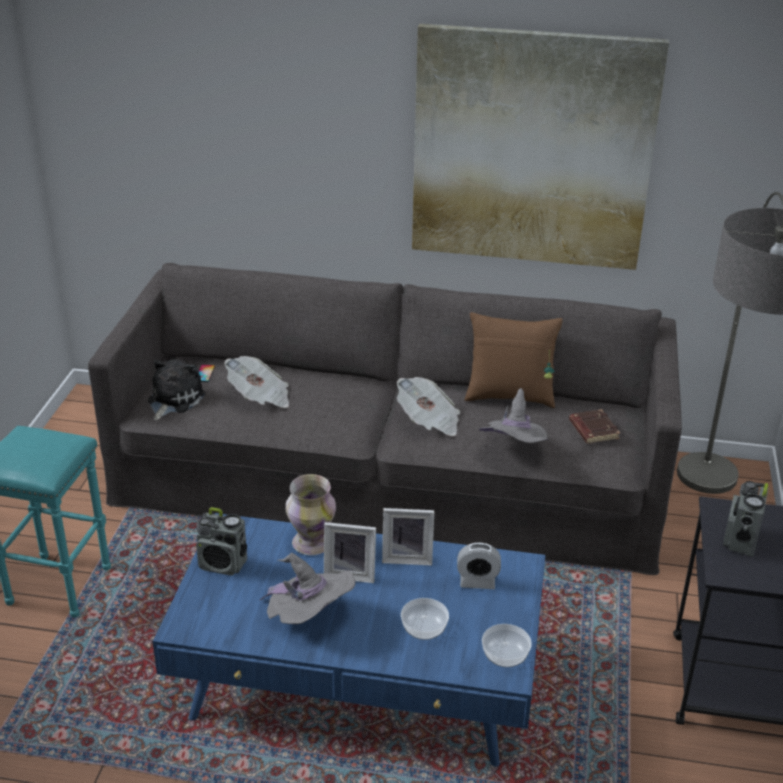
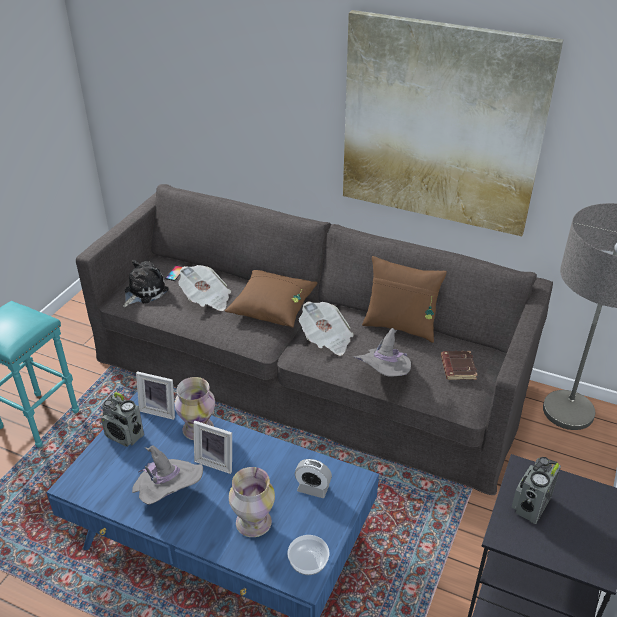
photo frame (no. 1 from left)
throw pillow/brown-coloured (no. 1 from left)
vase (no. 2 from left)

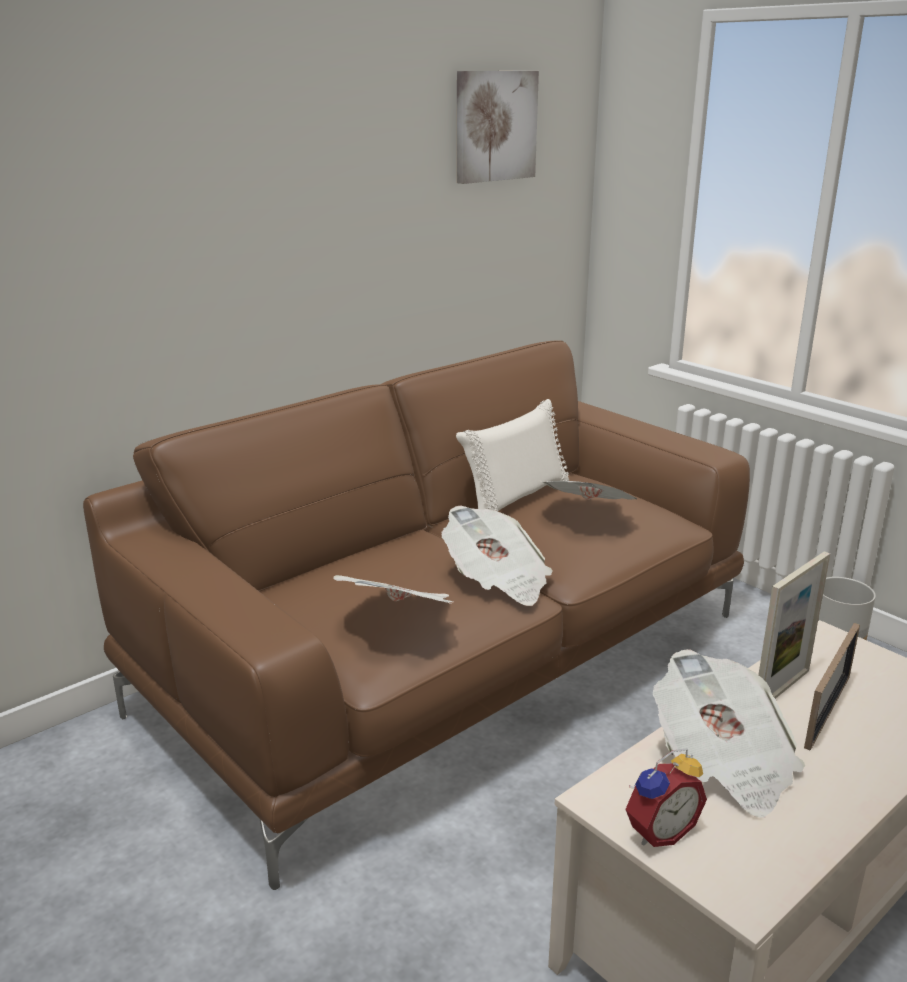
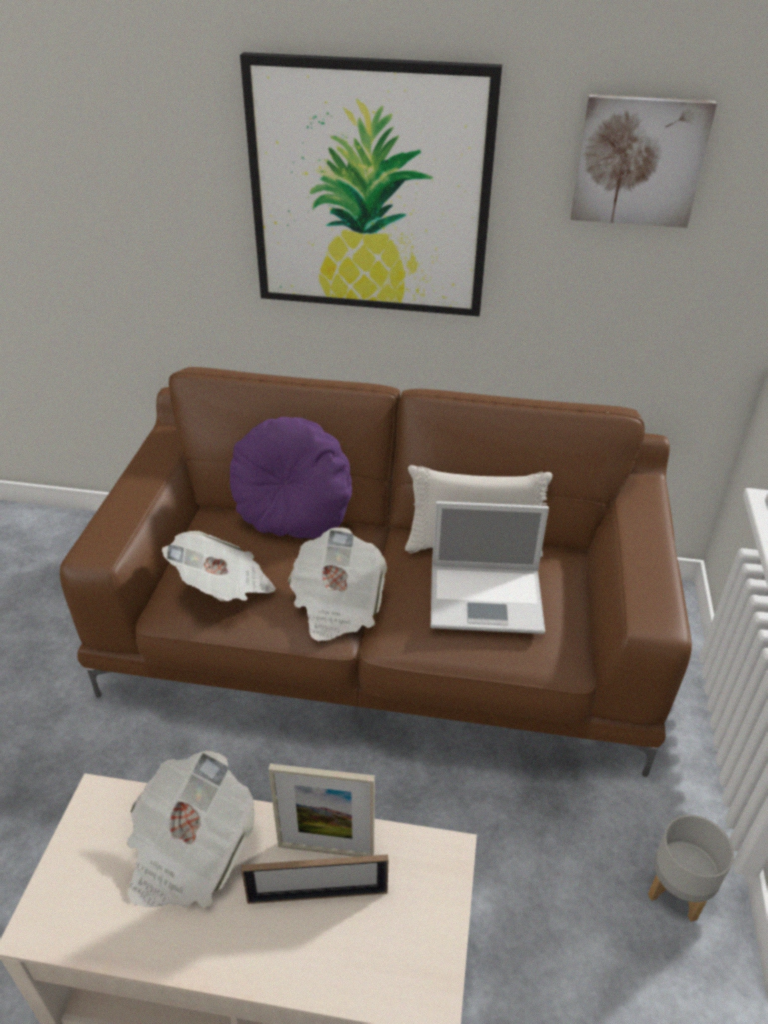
throw pillow/purple
picture (no. 1 from left)
laptop
bedside clock

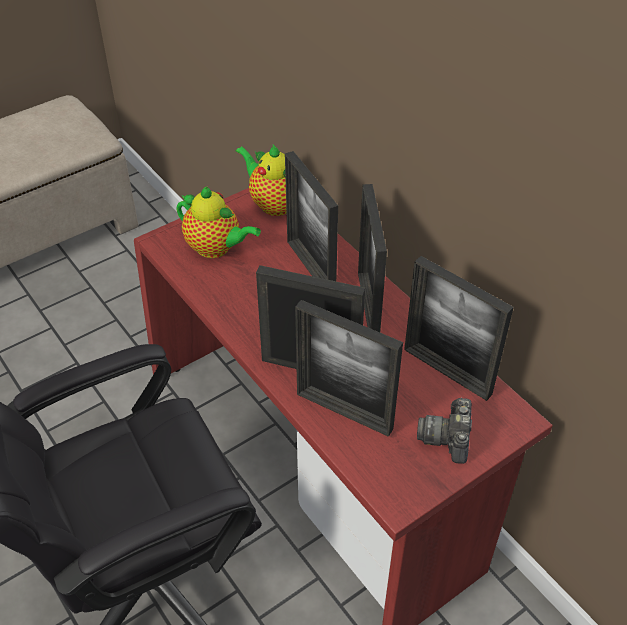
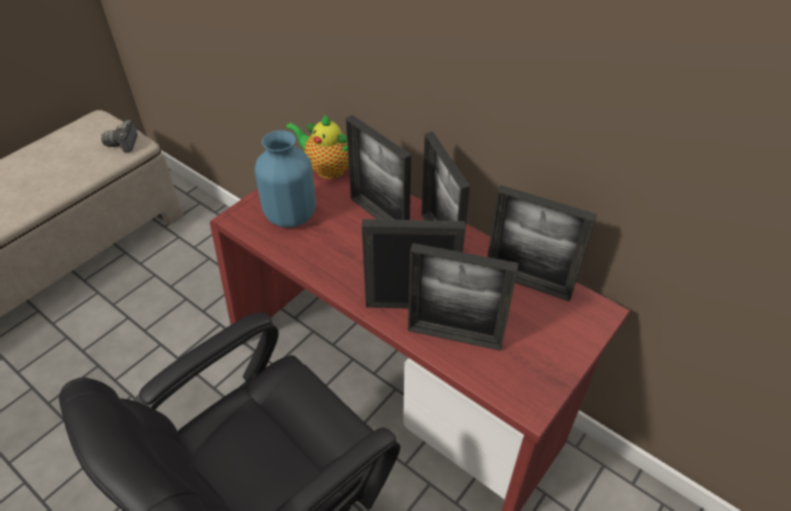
photo camera
vase/bluish

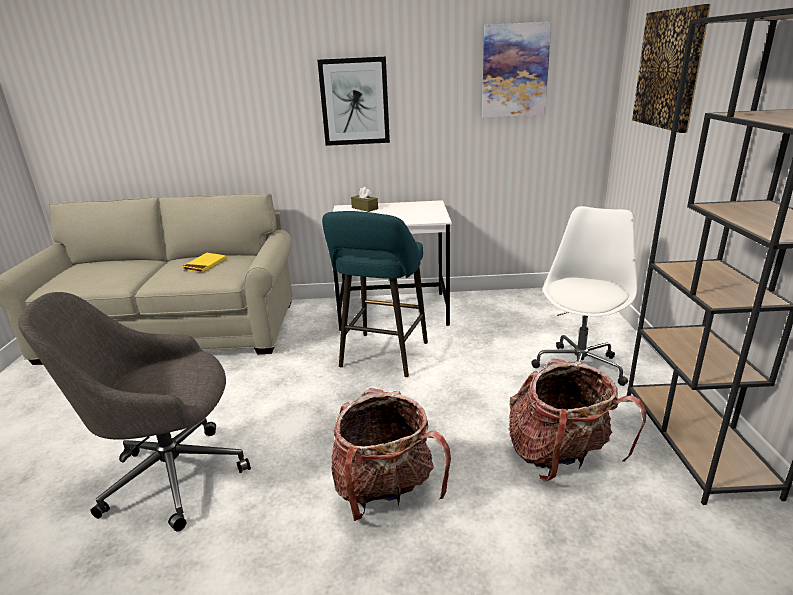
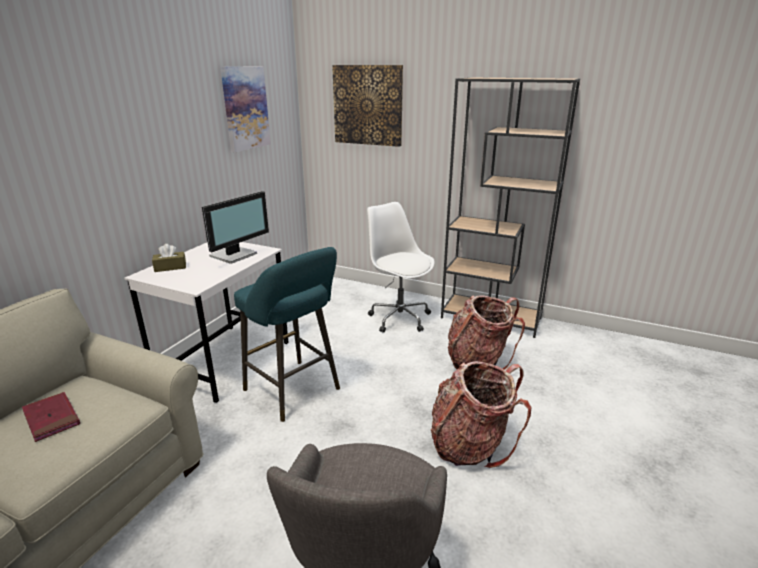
bound book/red
computer display
picture (no. 1 from left in the first image)

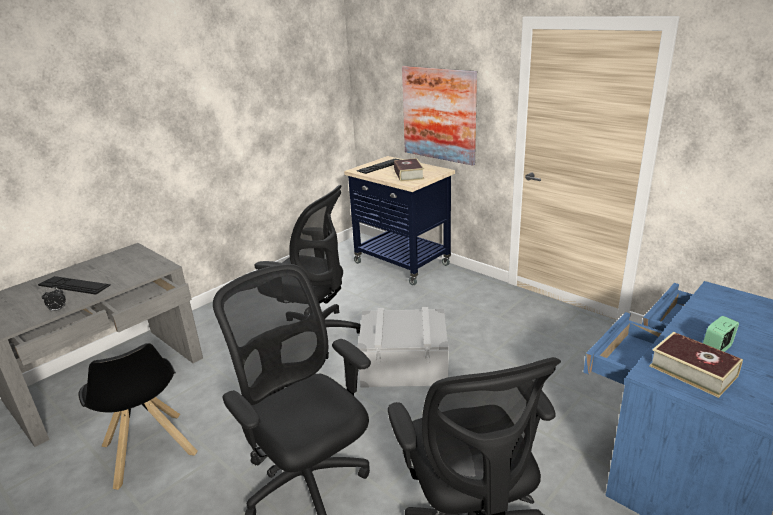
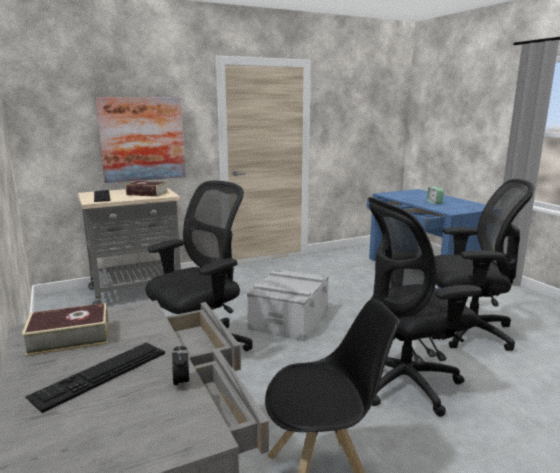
bound book (no. 1 from left)
trolley/gray

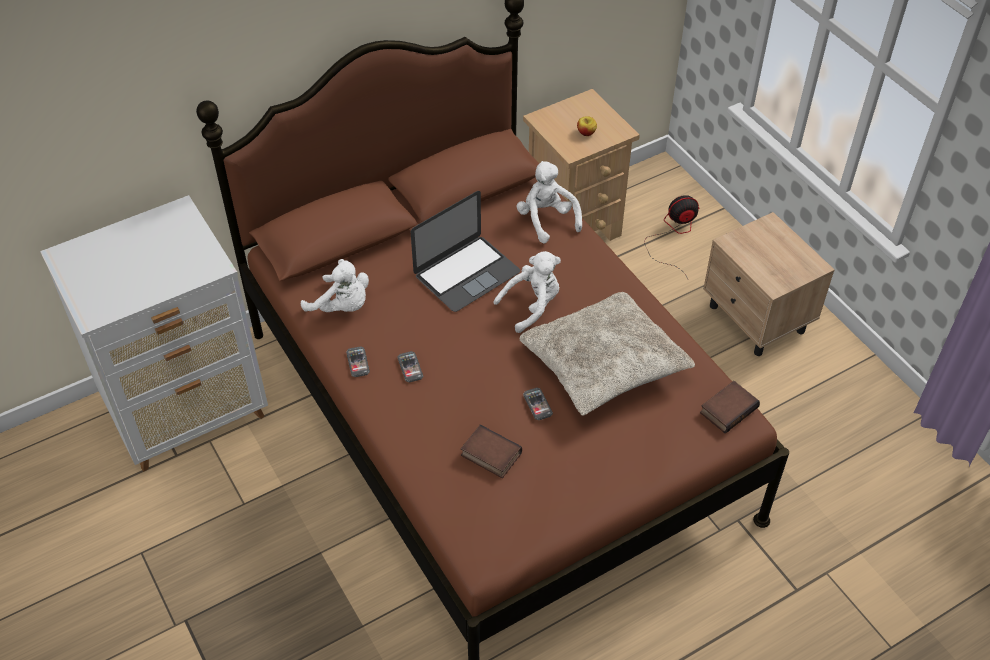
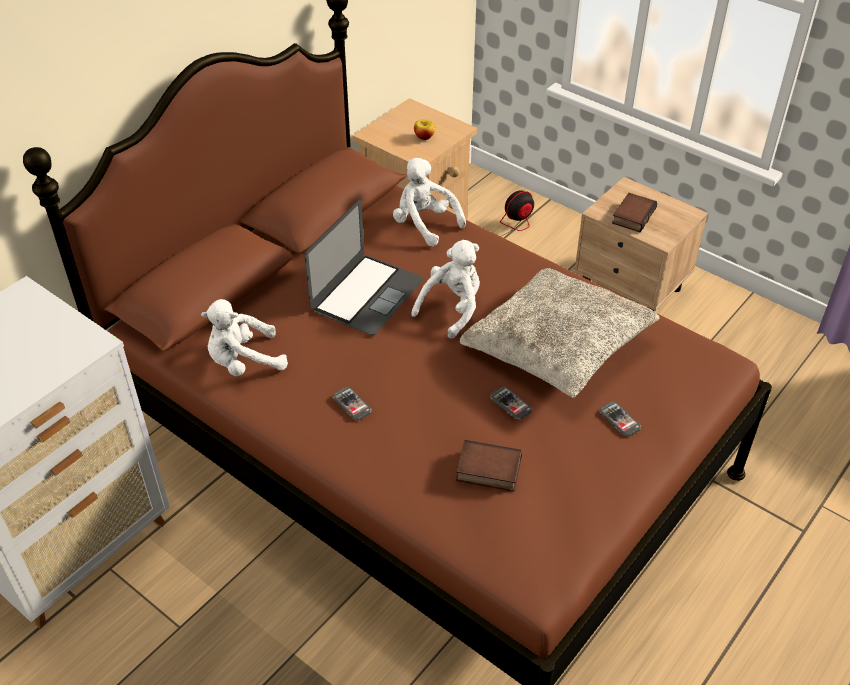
plush toy/white (no. 1 from left)
phone (no. 3 from left)
bound book (no. 2 from left)

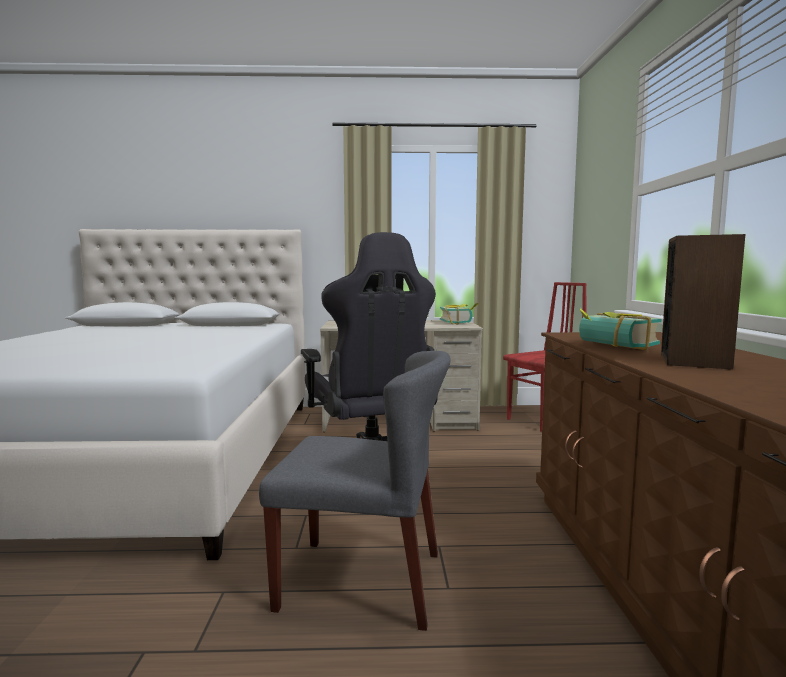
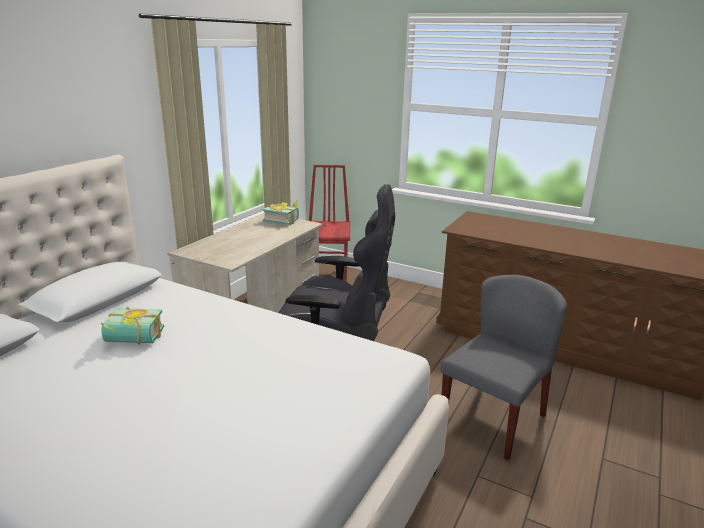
bound book (no. 1 from left)
audio speaker

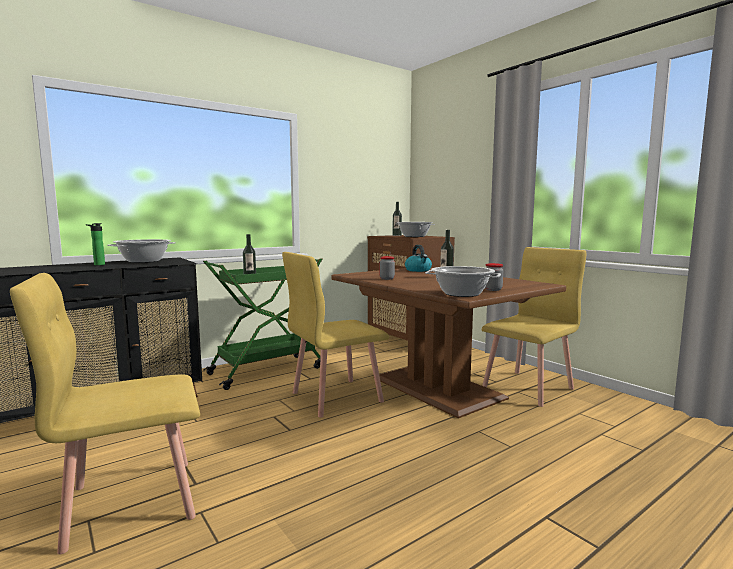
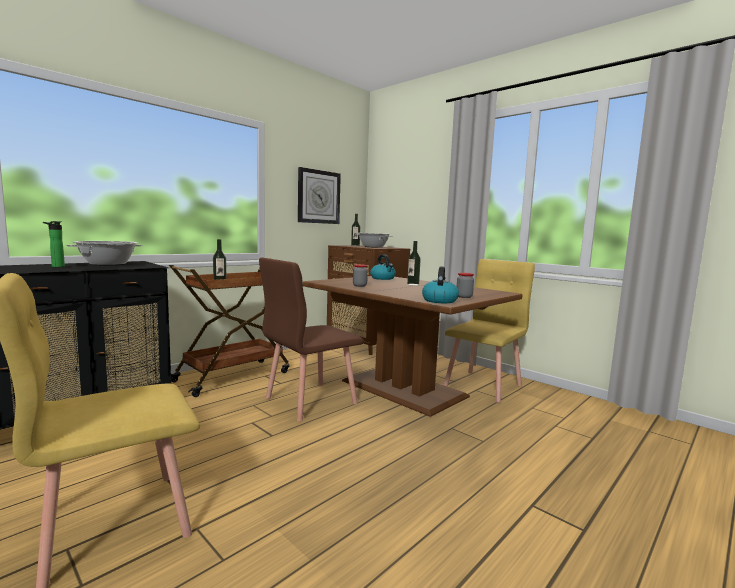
trolley/brown-coloured
chair/brown-coloured
clock on the wall
water kettle (no. 2 from left)

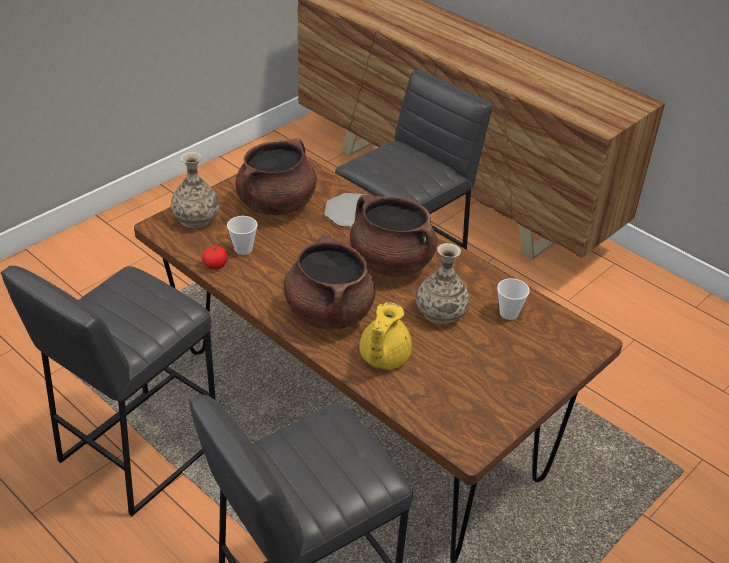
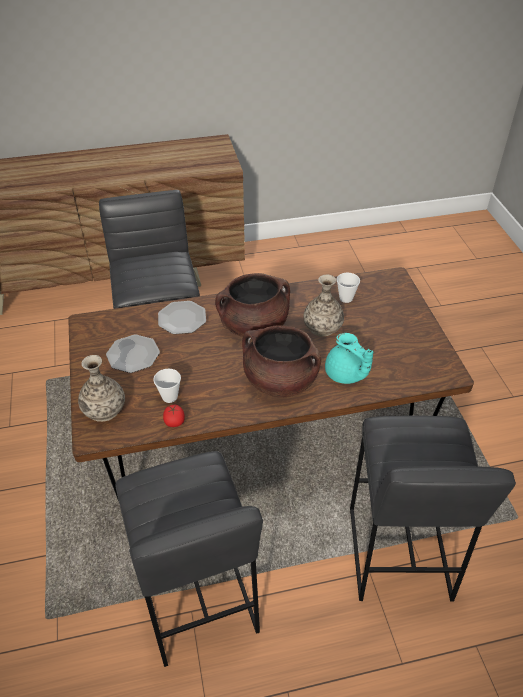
plate (no. 1 from left)
pot for tea/turquoise

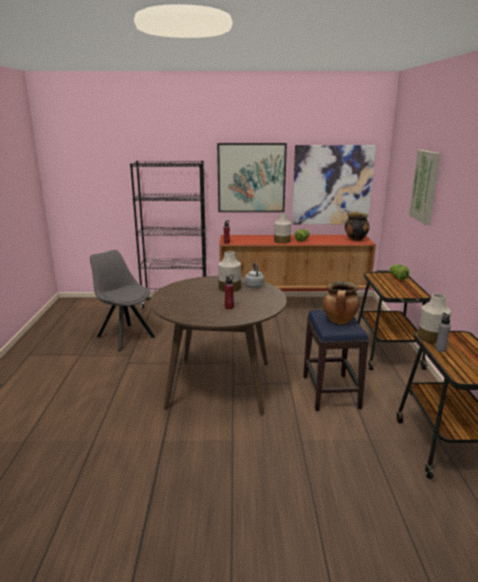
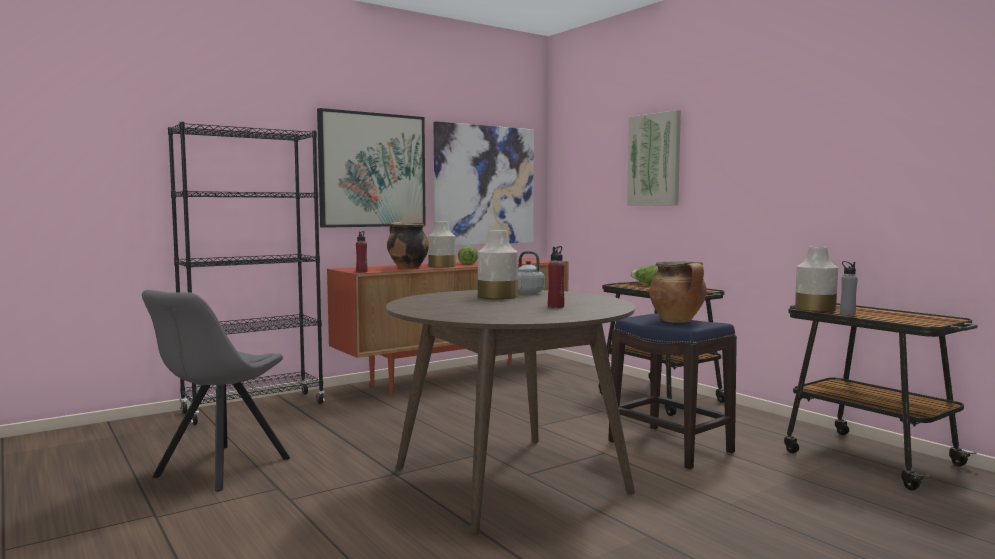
chair/gray
stockpot (no. 1 from left)

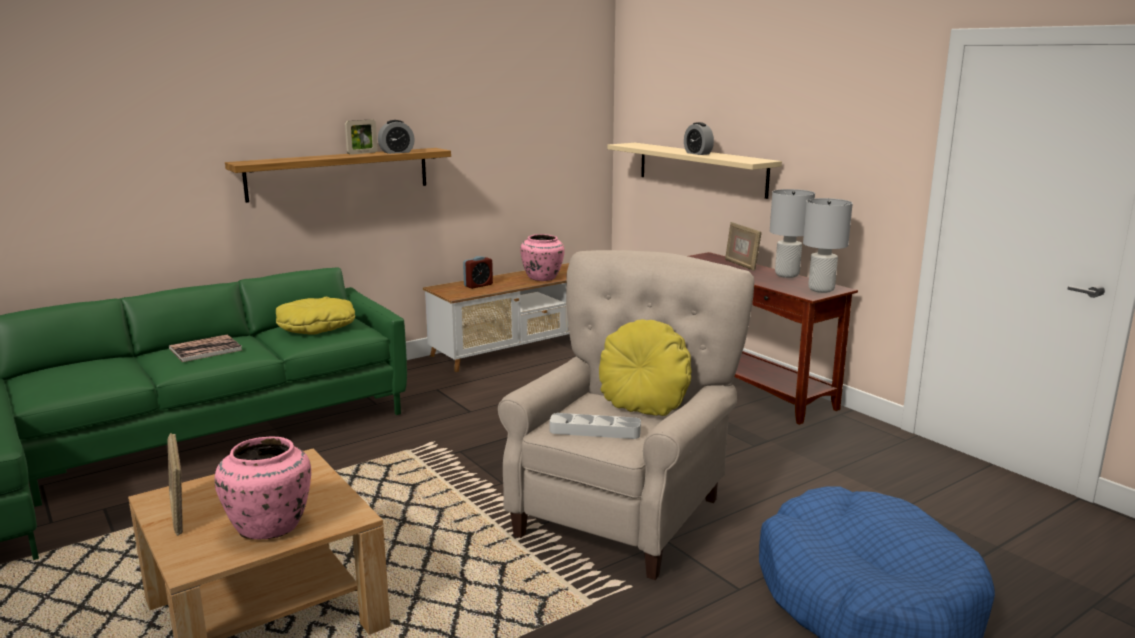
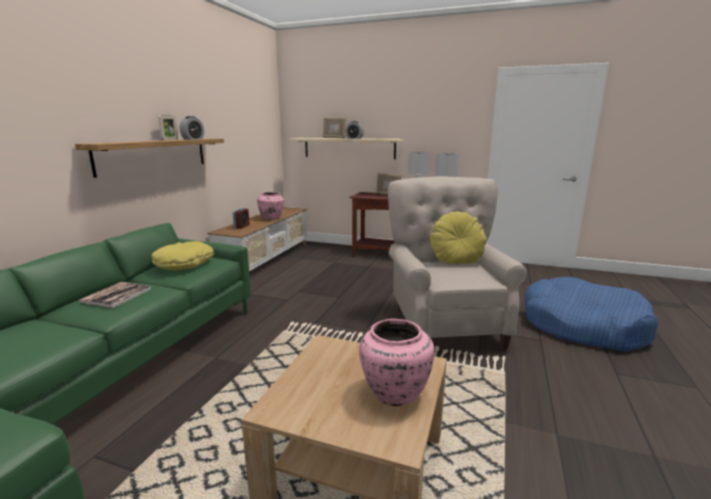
photo frame (no. 2 from left)
carrying tray/gray

